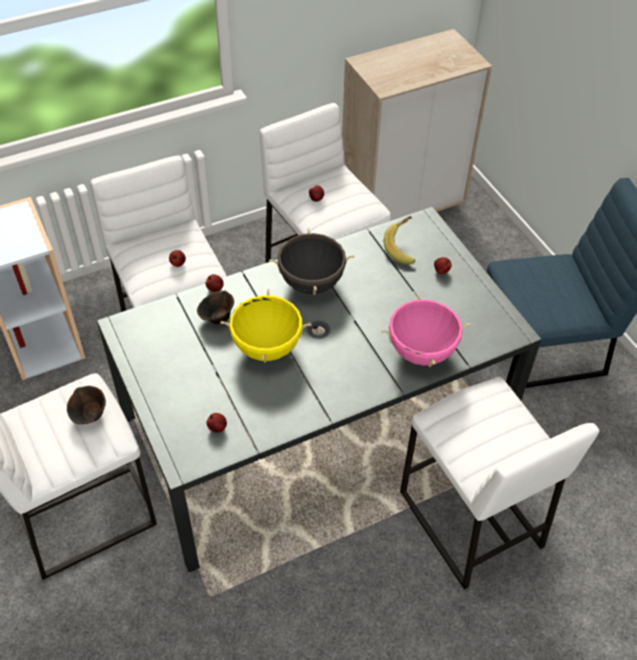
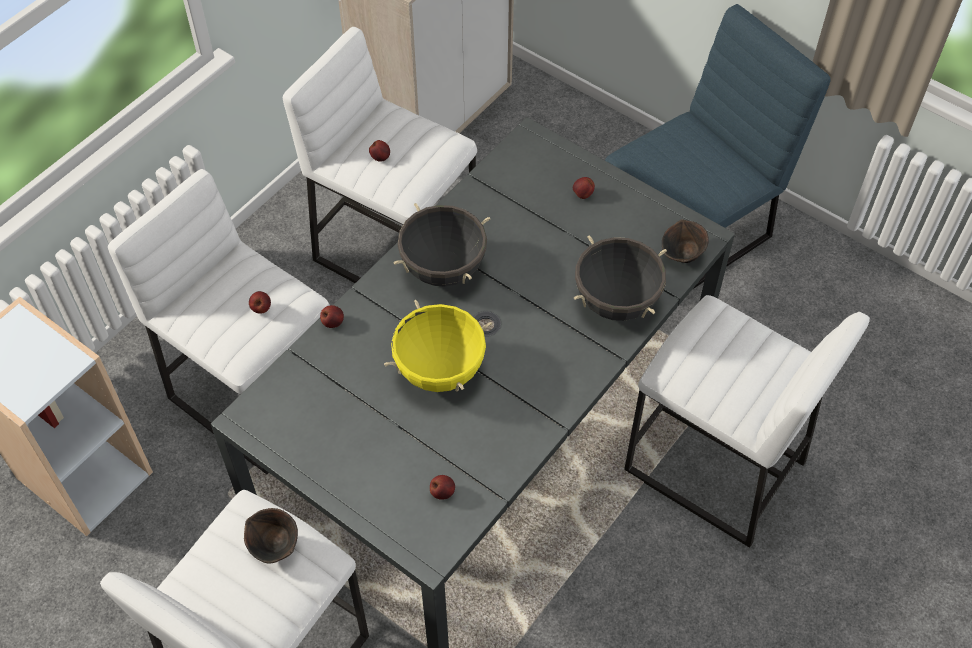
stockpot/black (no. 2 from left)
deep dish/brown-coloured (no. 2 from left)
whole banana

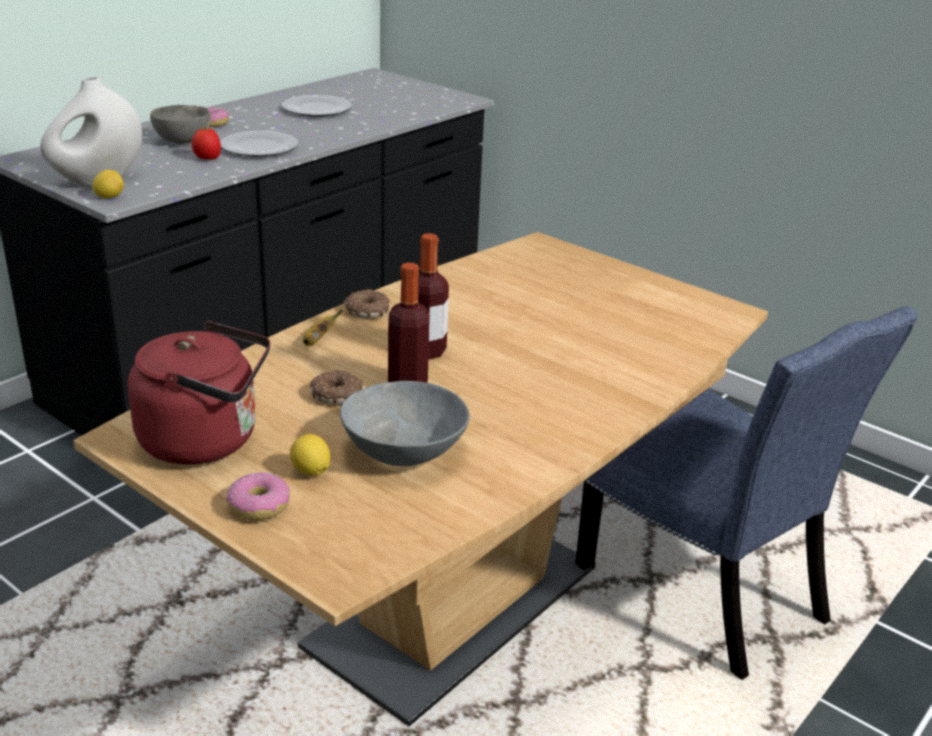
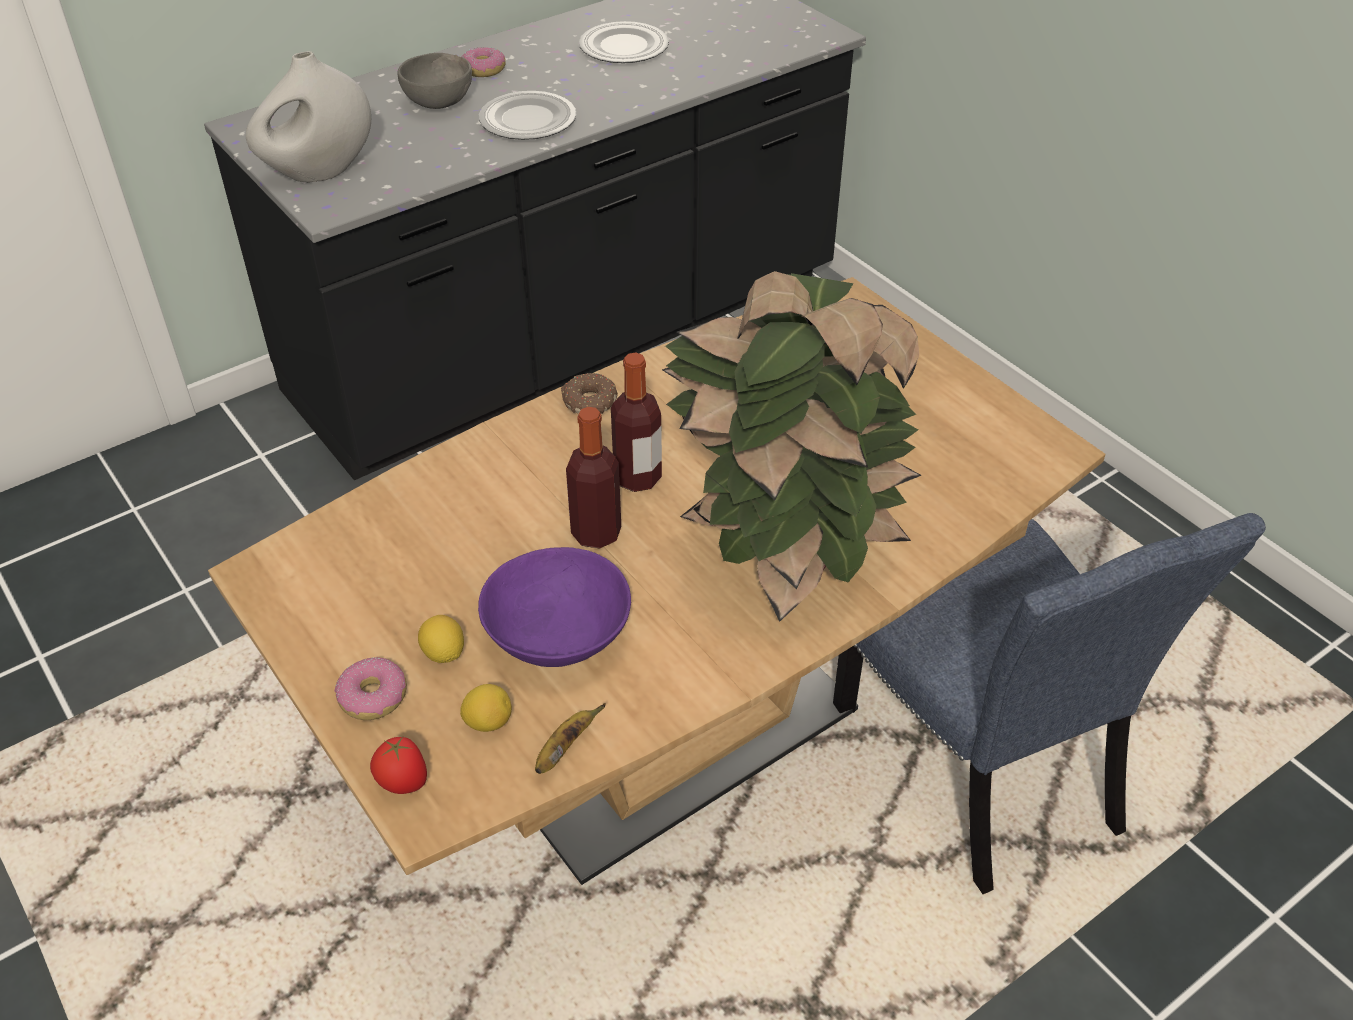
whole tomato
whole lemon (no. 2 from left)
deep dish/purple
whole banana
potted plant
water kettle/red
donut (no. 3 from left in the first image)

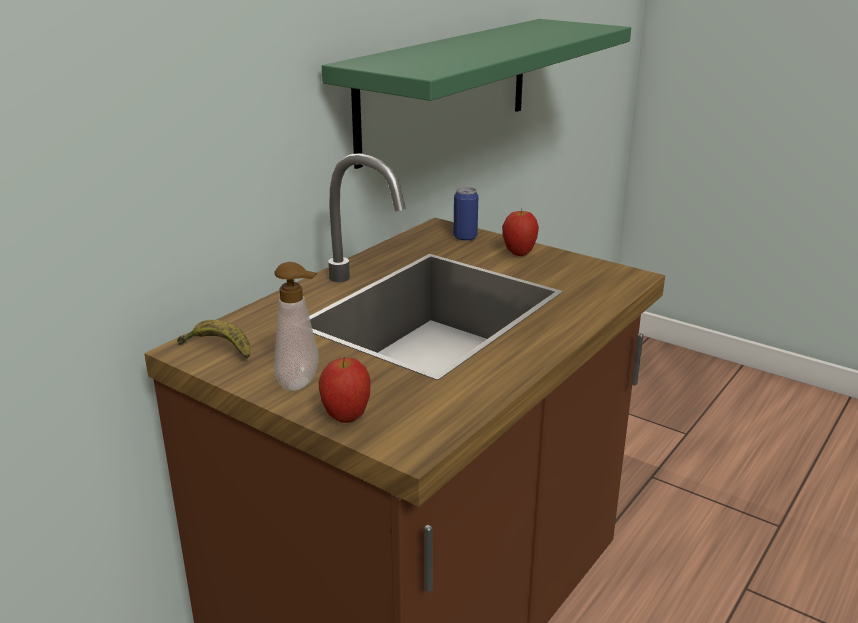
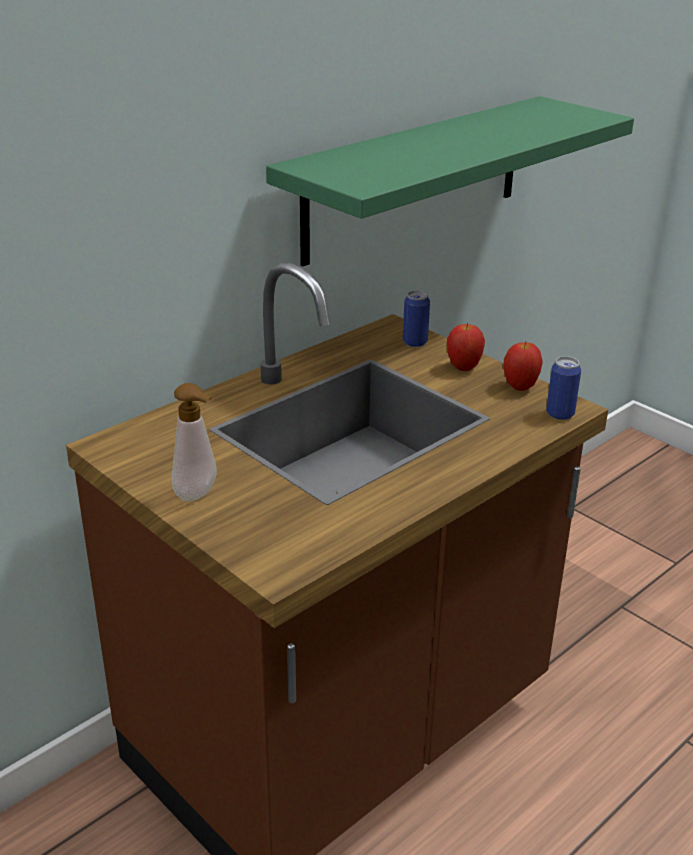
whole apple (no. 2 from left)
can (no. 2 from left)
whole banana

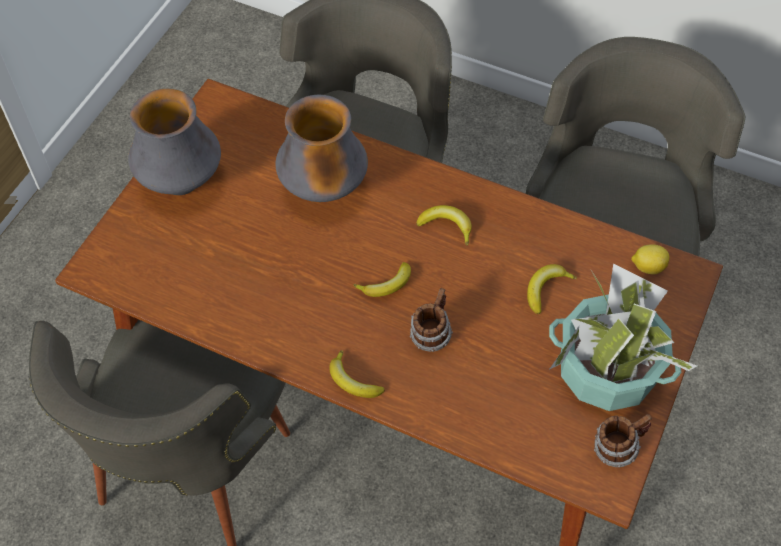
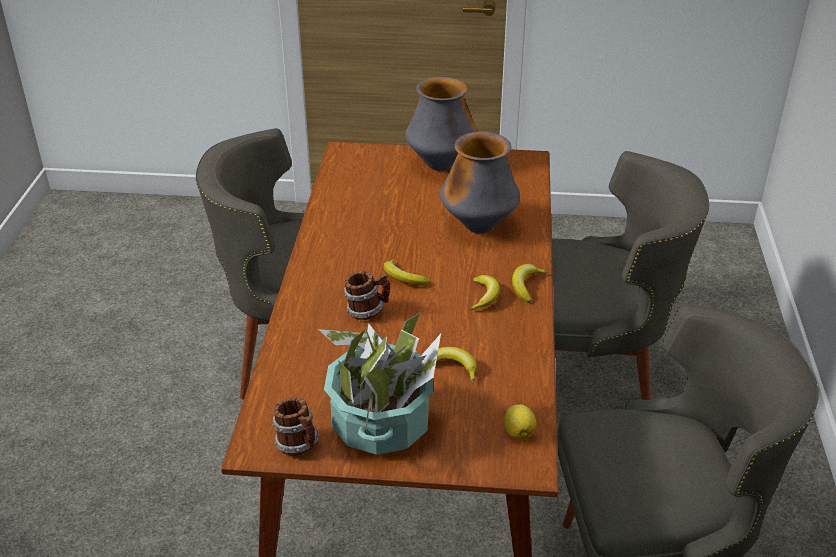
whole banana (no. 4 from left)

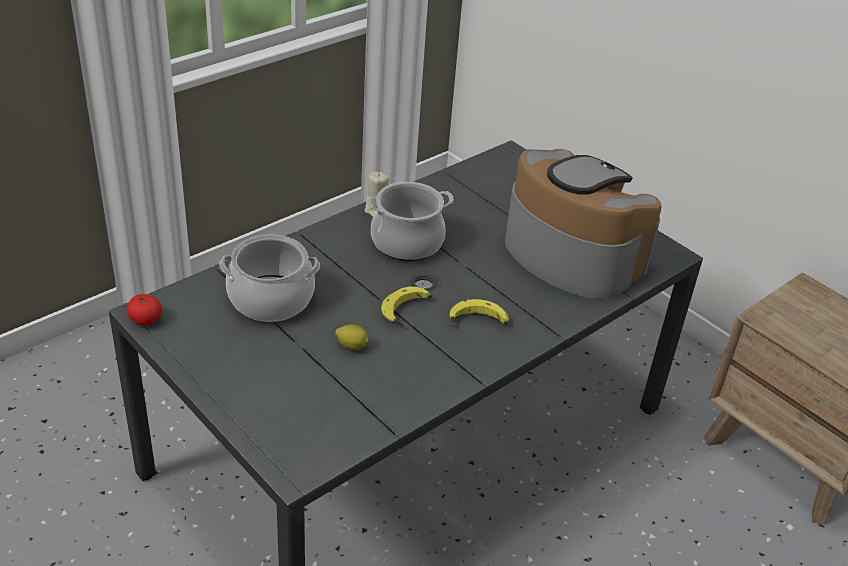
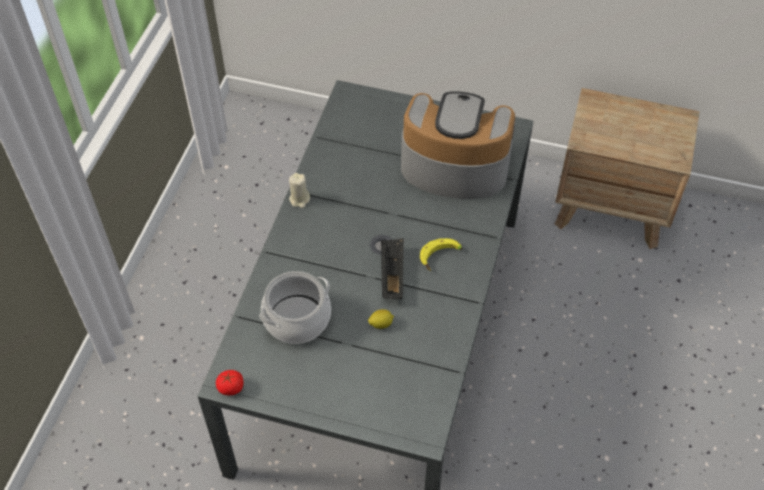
carrying tray/black
stockpot (no. 2 from left in the first image)

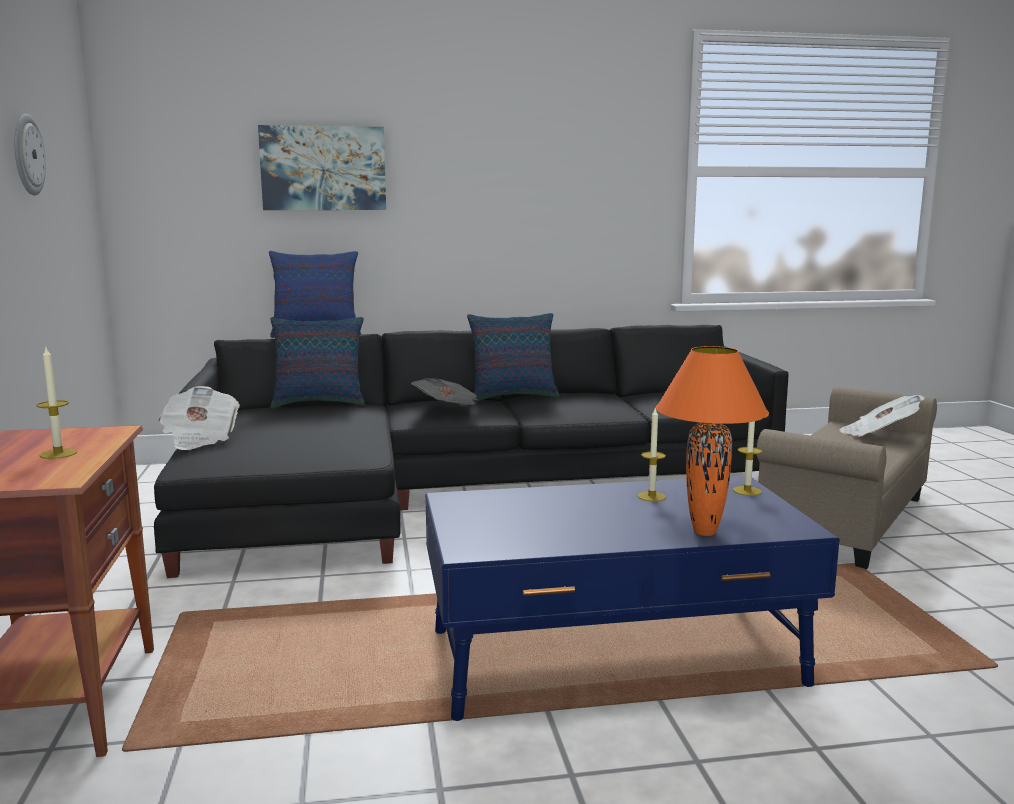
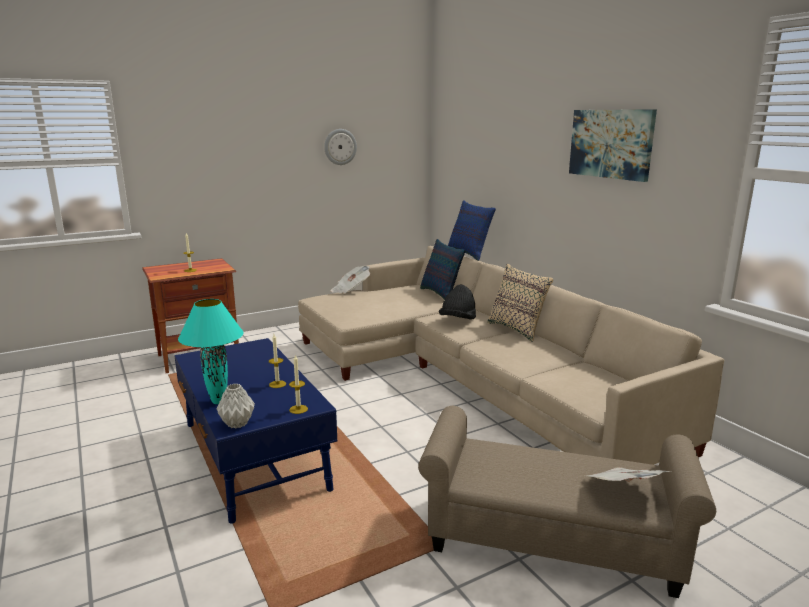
table lamp/turquoise
vase/gray
couch/beige
hat/black
throw pillow/beige
picture

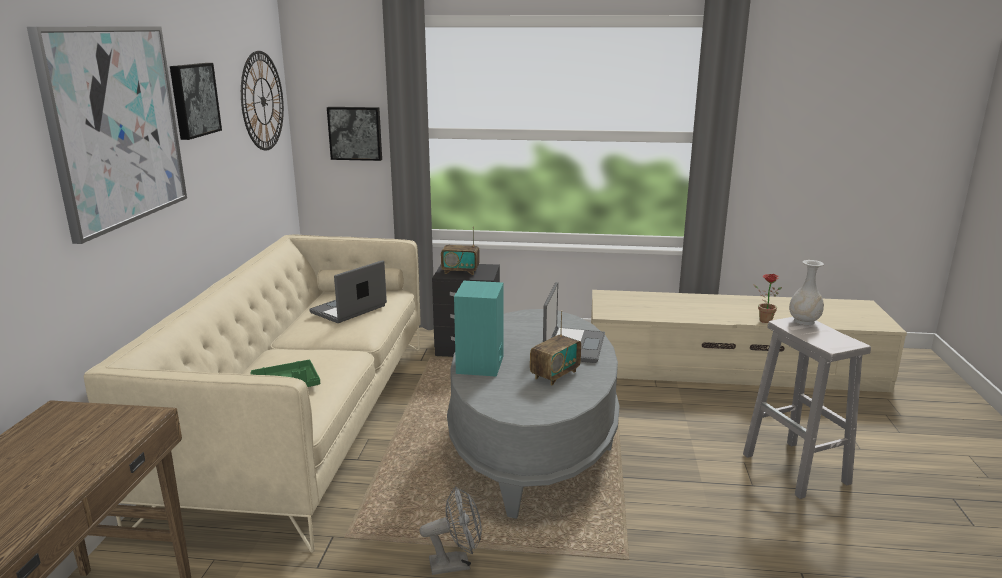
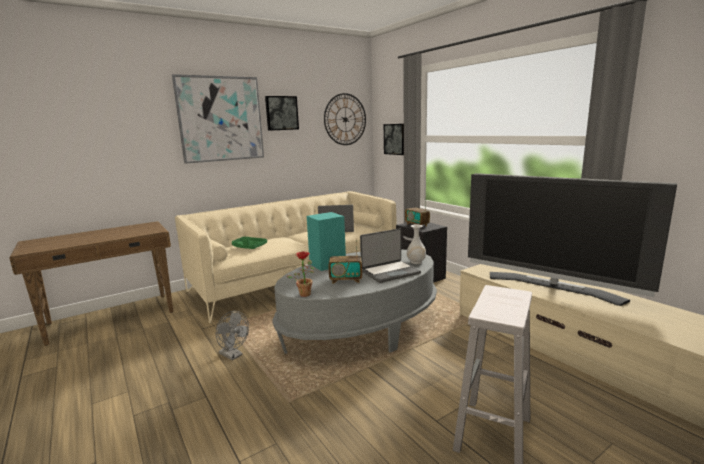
potted plant
vase/white
television

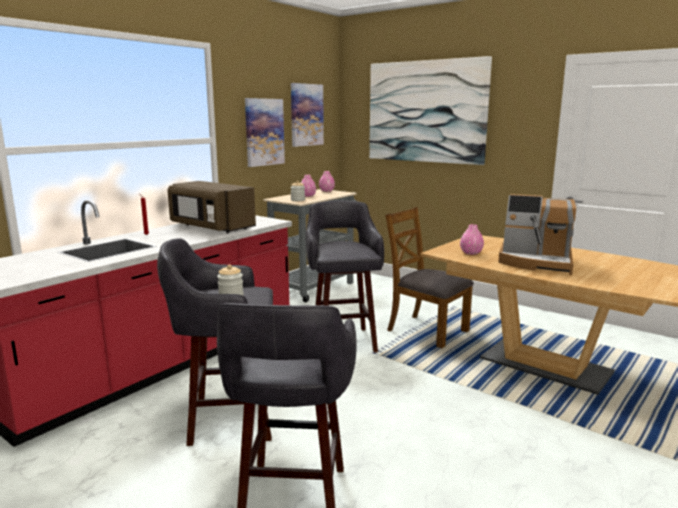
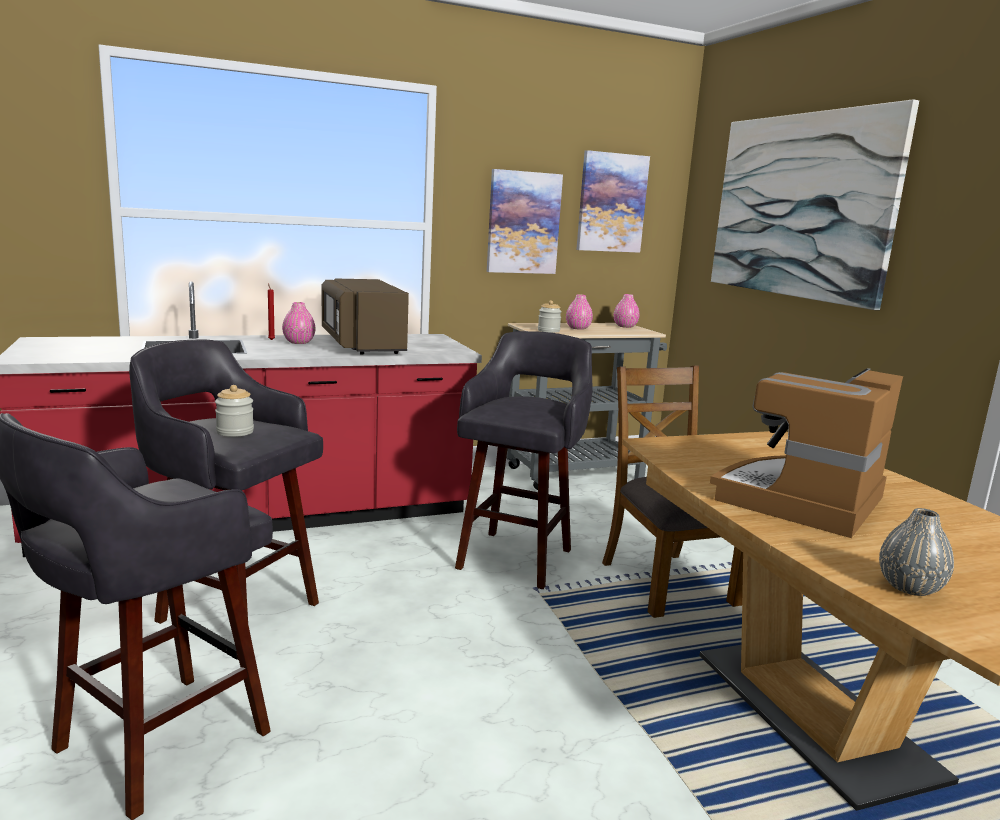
vase/pinkish (no. 1 from left)
coffee maker
vase/gray

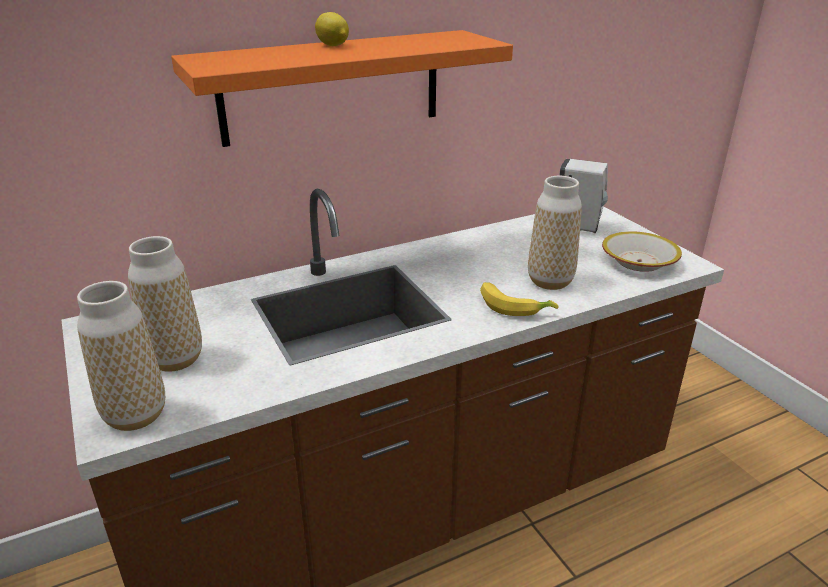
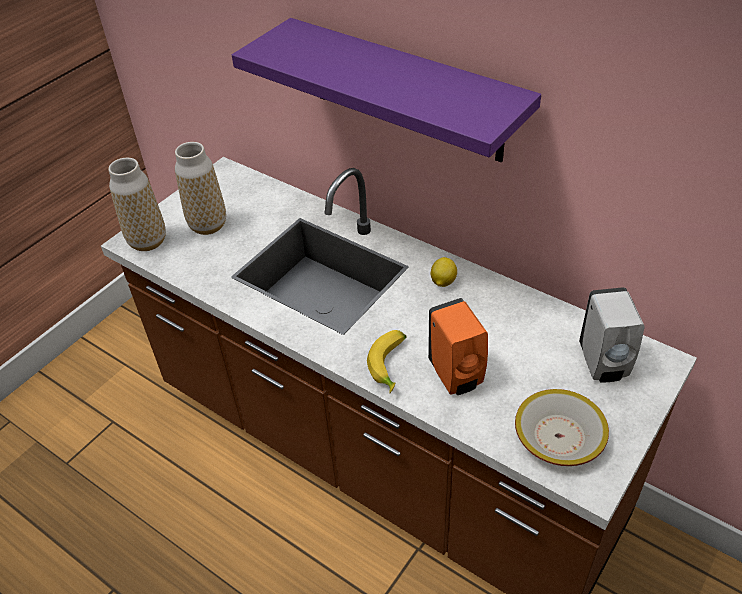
bracket shelf/purple
soap dispenser/orange-coloured
whole lemon

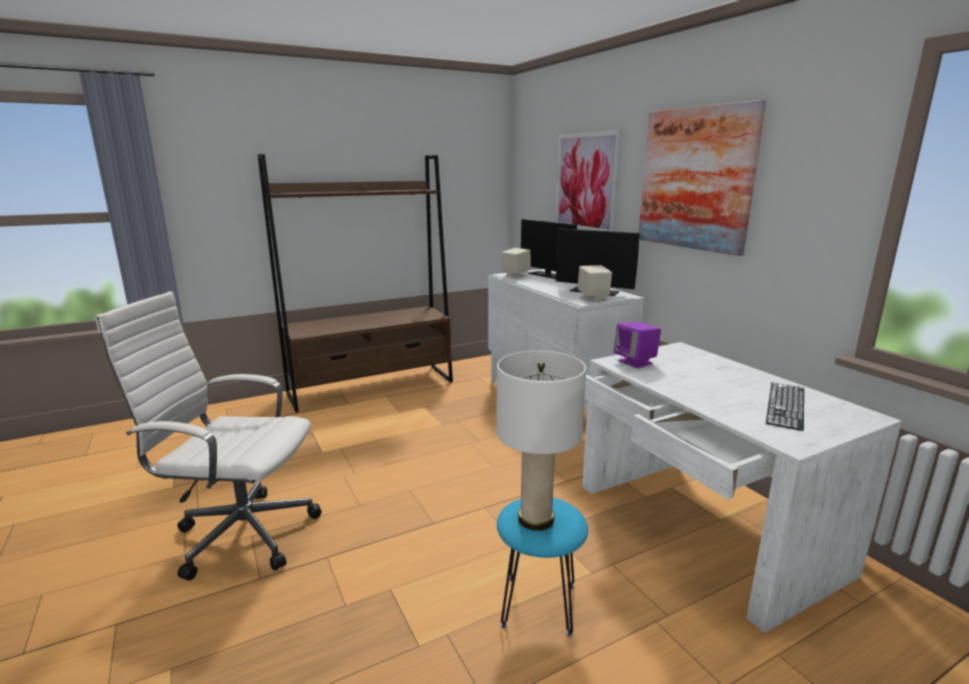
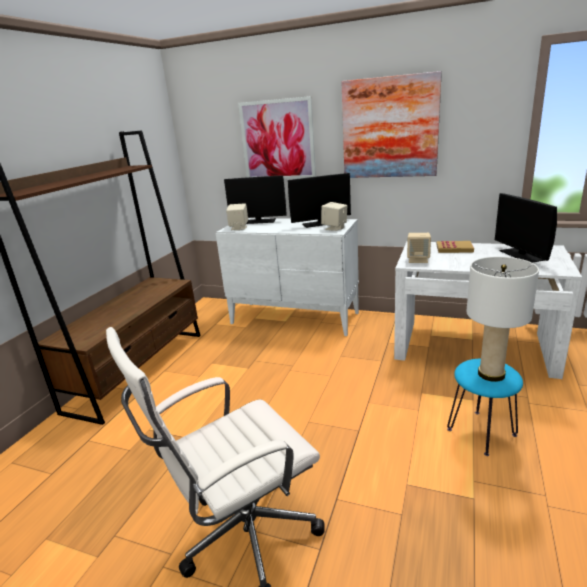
audio speaker/beige (no. 3 from left)
bound book
computer display (no. 3 from left)

